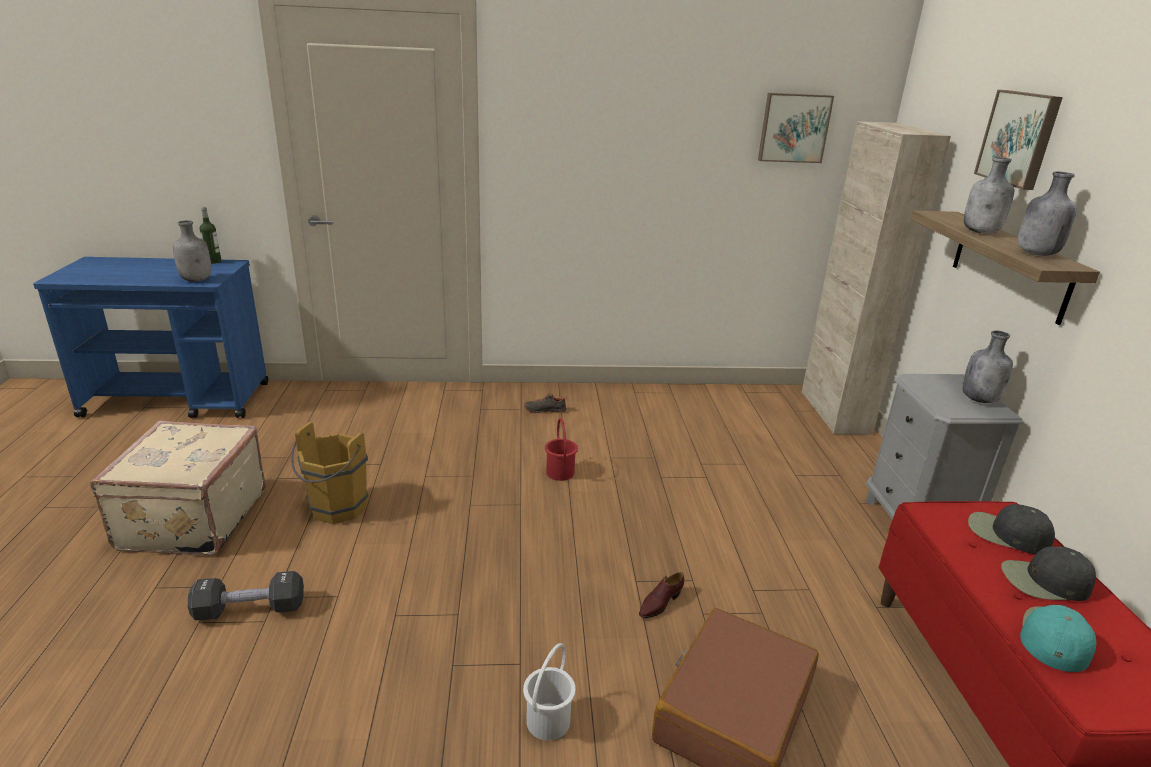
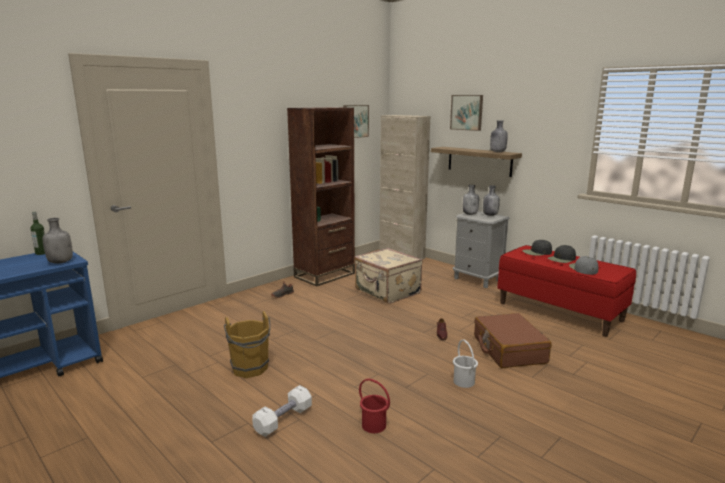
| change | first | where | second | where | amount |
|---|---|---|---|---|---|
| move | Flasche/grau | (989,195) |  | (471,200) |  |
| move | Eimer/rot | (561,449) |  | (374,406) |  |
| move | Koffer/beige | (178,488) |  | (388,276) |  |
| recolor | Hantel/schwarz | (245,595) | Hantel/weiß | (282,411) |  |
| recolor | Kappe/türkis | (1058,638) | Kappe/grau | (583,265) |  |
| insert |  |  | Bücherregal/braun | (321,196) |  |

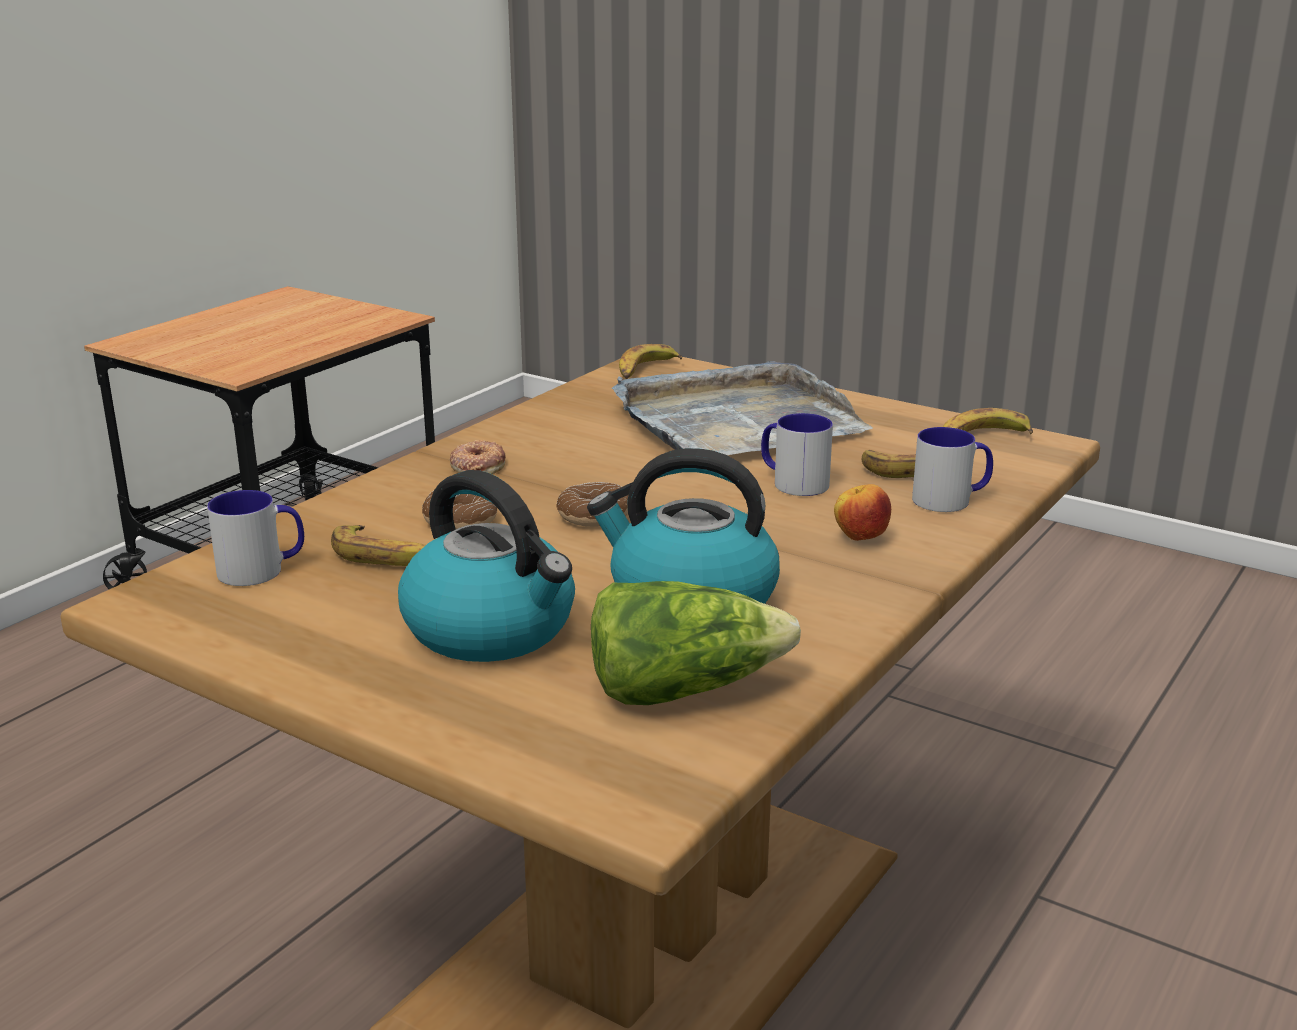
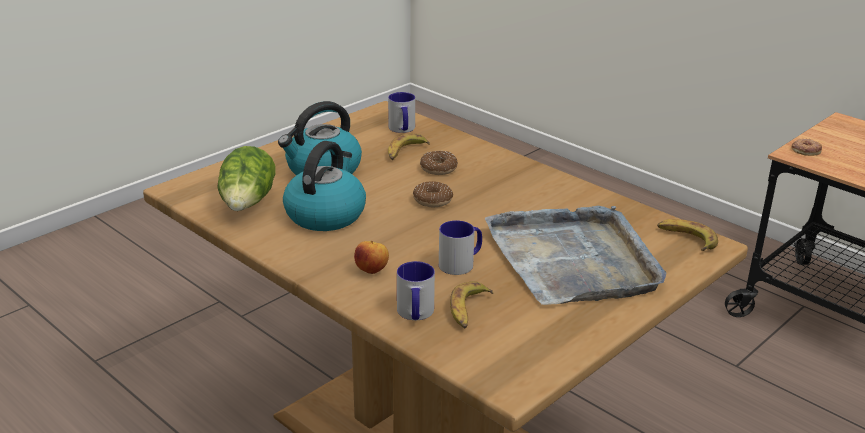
| change | first | where | second | where | amount |
|---|---|---|---|---|---|
| delete | Banane | (988,421) |  |  |  |
| move | Donut | (477,457) |  | (806,147) |  |

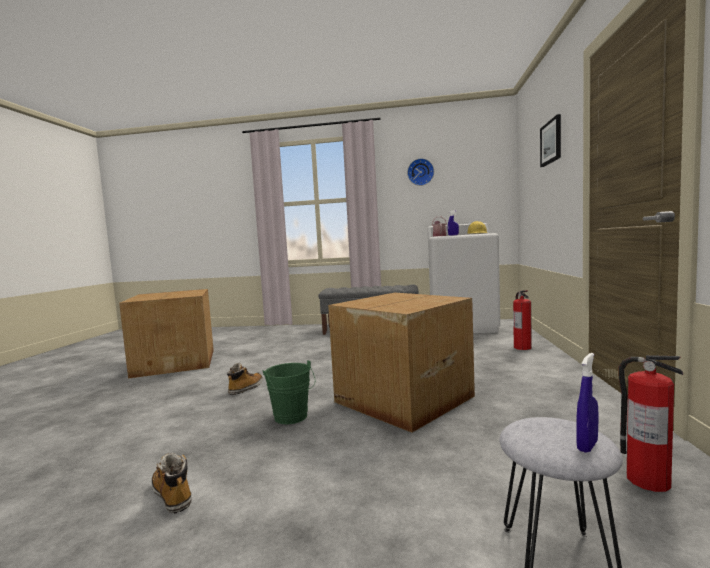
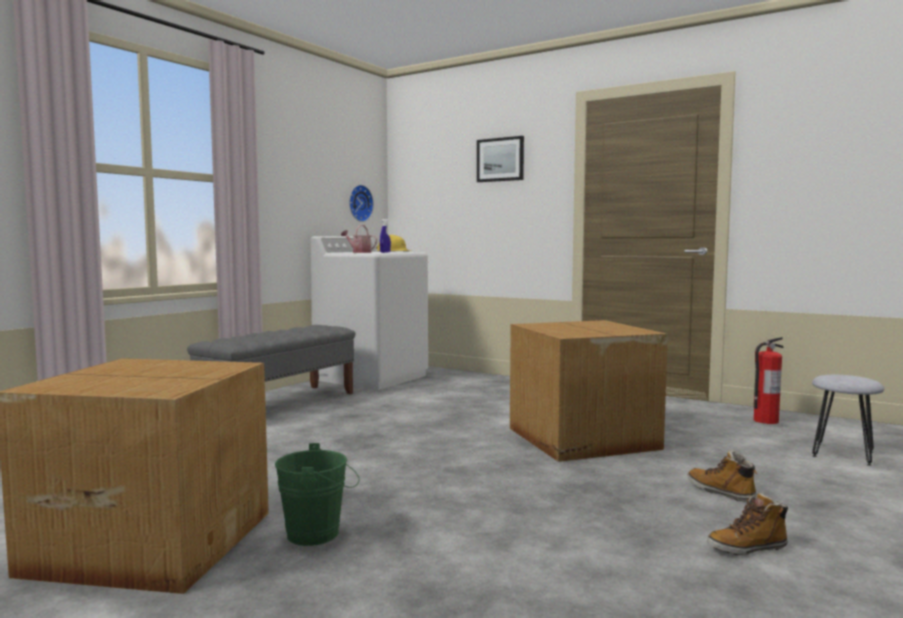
| change | first | where | second | where | amount |
|---|---|---|---|---|---|
| move | Wanduhr | (420,172) |  | (361,203) |  |
| delete | Feuerlöscher | (522,320) |  |  |  |
| delete | Sprühflasche/blau | (587,403) |  |  |  |
| move | Eimer/grün | (289,392) |  | (317,494) |  |
| move | Stiefel | (245,379) |  | (722,476) |  |

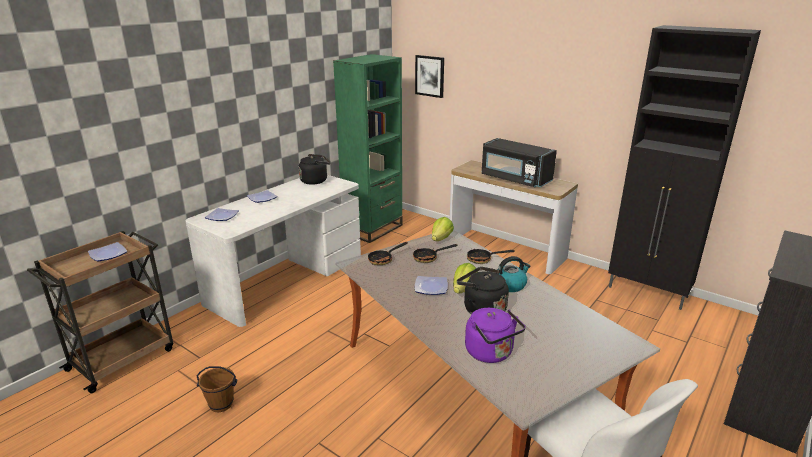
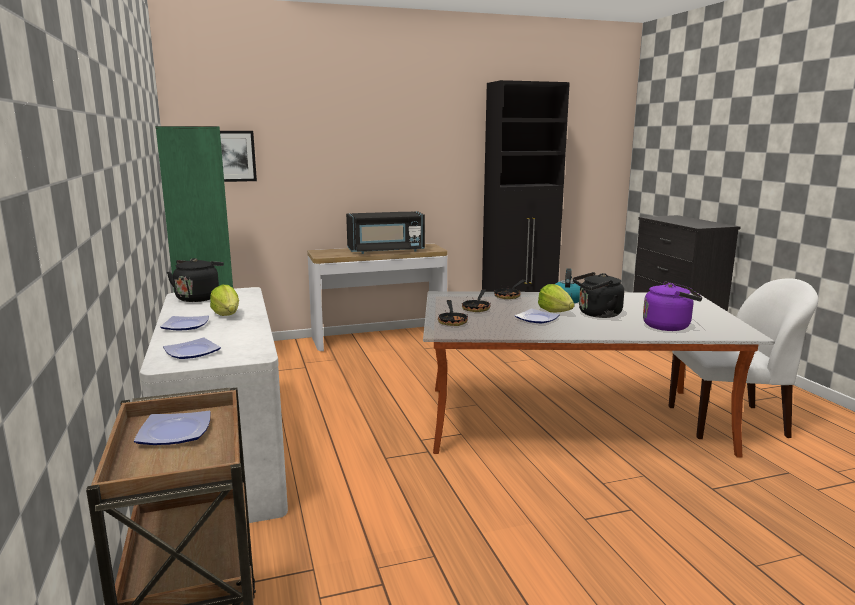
| change | first | where | second | where | amount |
|---|---|---|---|---|---|
| move | Salatkopf | (443,229) |  | (224,300) |  |
| delete | Eimer/braun | (217,389) |  |  |  |

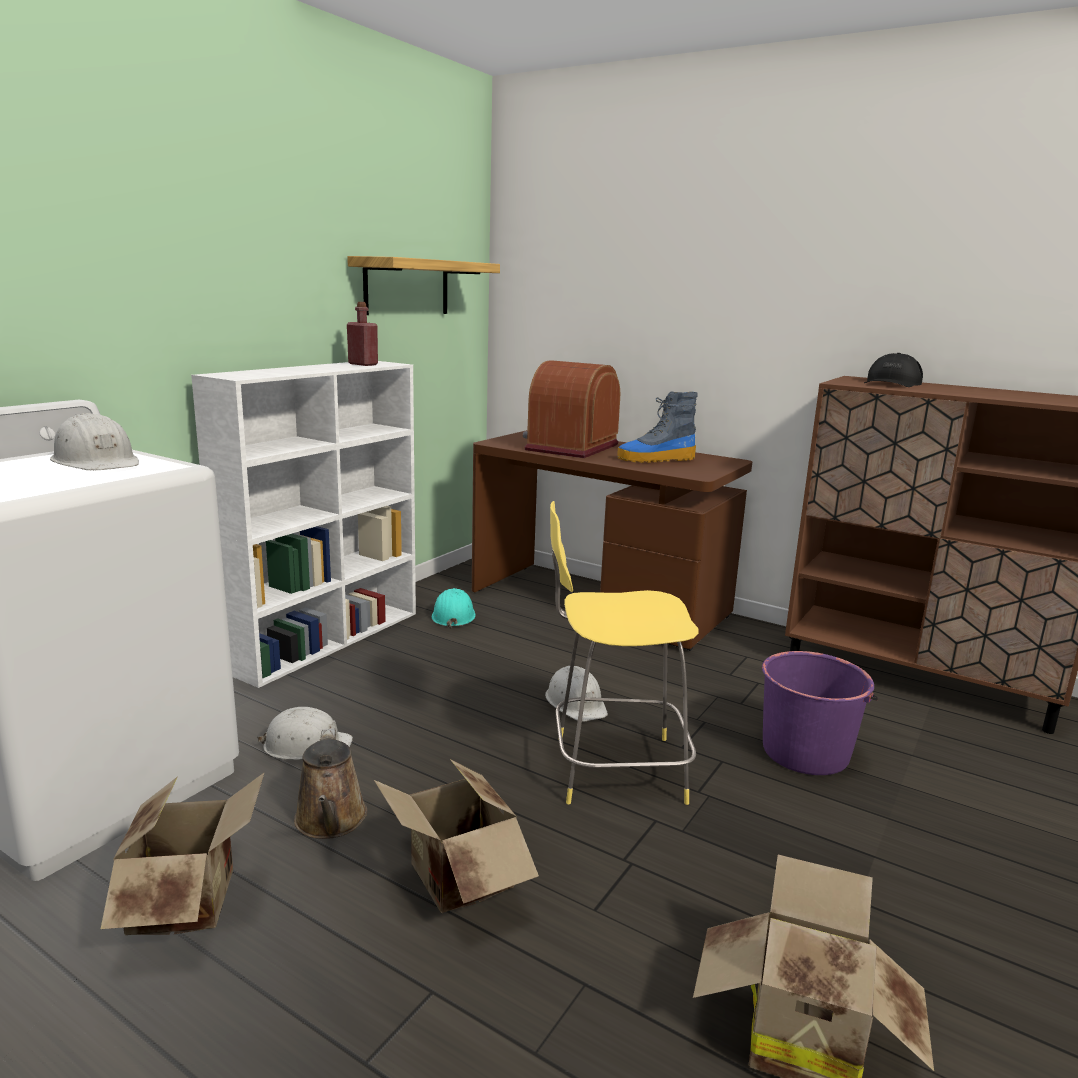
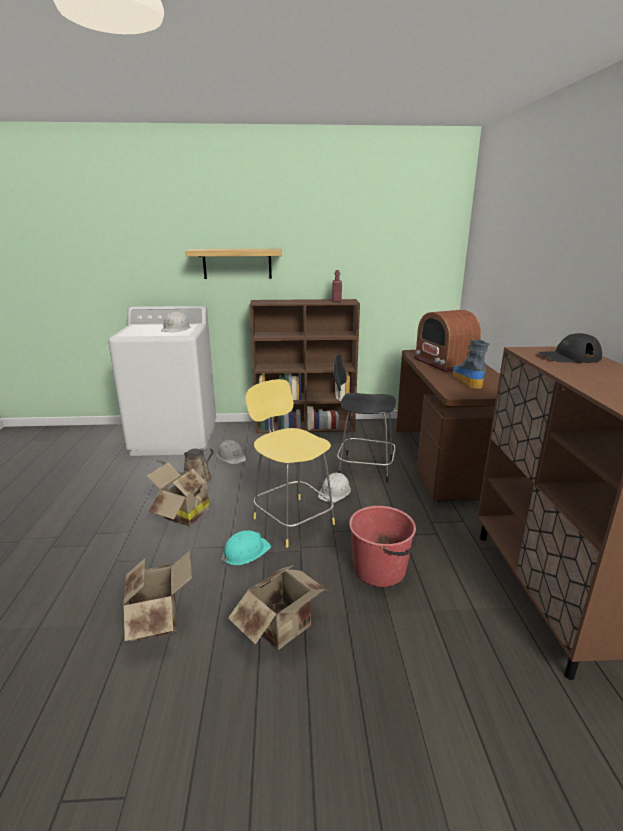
| change | first | where | second | where | amount |
|---|---|---|---|---|---|
| move | Wandregal | (423,285) |  | (233,264) |  |
| rotate | Radio | (571,409) |  | (447,341) | 105 degrees counterclockwise |
| recolor | Bücherregal/weiß | (303,524) | Bücherregal/braun | (304,366) |  |
| rotate | Stiefel | (657,427) |  | (471,364) | 45 degrees clockwise |
| move | Schutzhelm/türkis | (453,608) |  | (246,547) |  |
| recolor | Eimer/lila | (820,713) | Eimer/rot | (382,546) |  |
| move | Karton | (183,853) |  | (278,607) |  |
| insert |  |  | Hocker/schwarz | (364,418) |  |

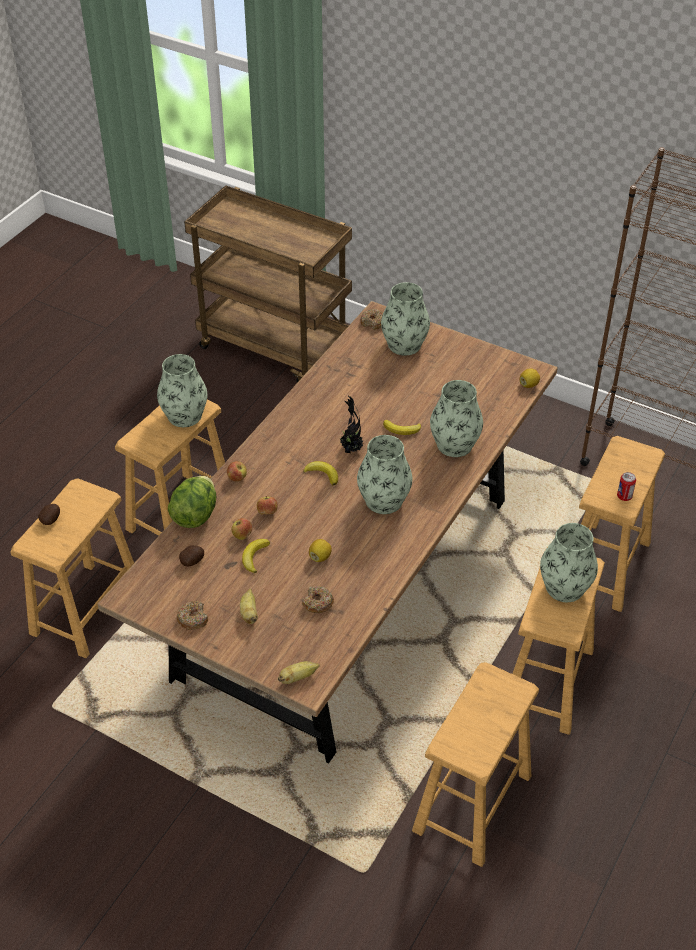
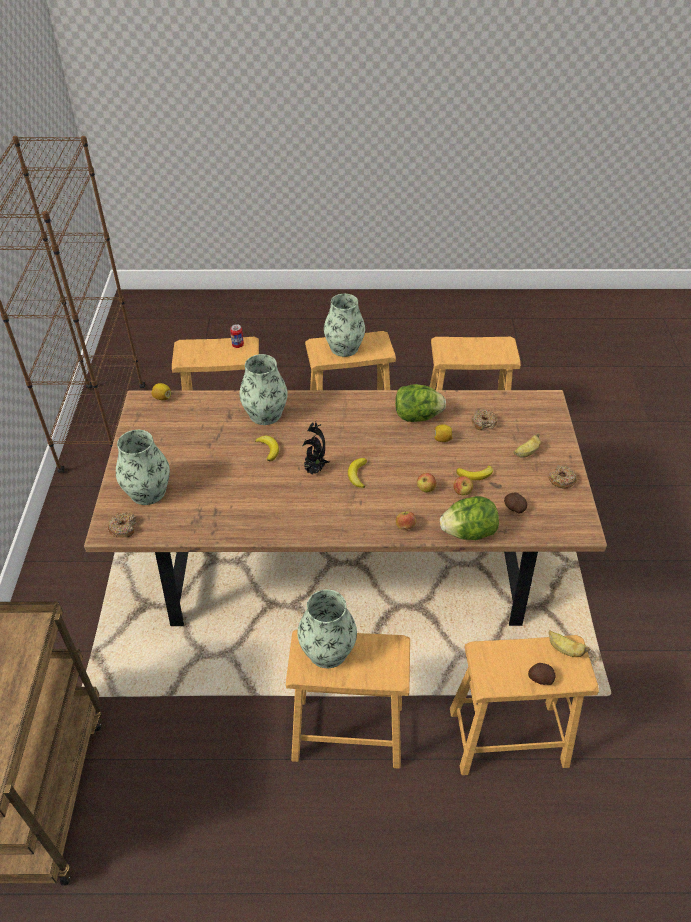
| change | first | where | second | where | amount |
|---|---|---|---|---|---|
| delete | Vase | (385,474) |  |  |  |
| move | Banane | (299,672) |  | (569,643) |  |
| insert |  |  | Salatkopf | (420,403) |  |

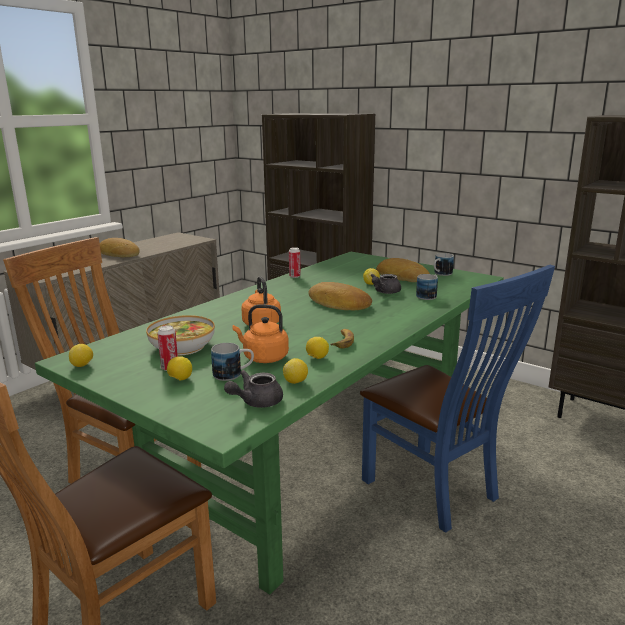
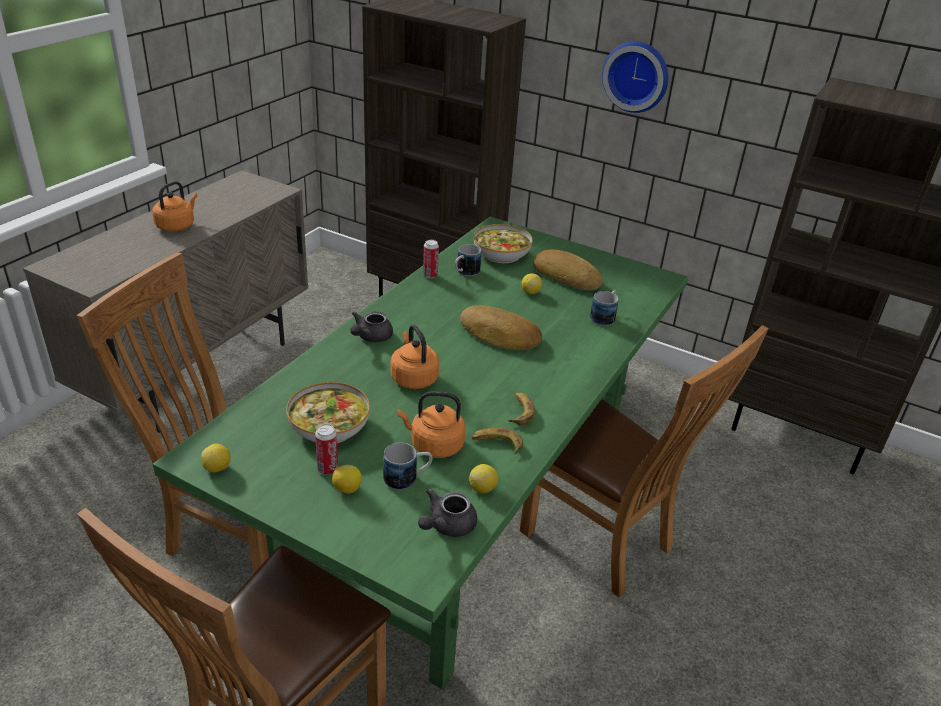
| change | first | where | second | where | amount |
|---|---|---|---|---|---|
| replace | Brot | (120,247) | Wasserkessel/orange | (174,206) |  |
| move | Henkelbecher | (444,264) |  | (468,260) |  |
| recolor | Stuhl/blau | (457,399) | Stuhl/braun | (644,461) |  |
| move | Teekanne/grau | (385,284) |  | (371,327) |  |
| replace | Zitrone | (317,348) | Banane | (497,441) |  |
| insert |  |  | Wanduhr | (635,77) |  |
| insert |  |  | Schüssel | (503,243) |  |

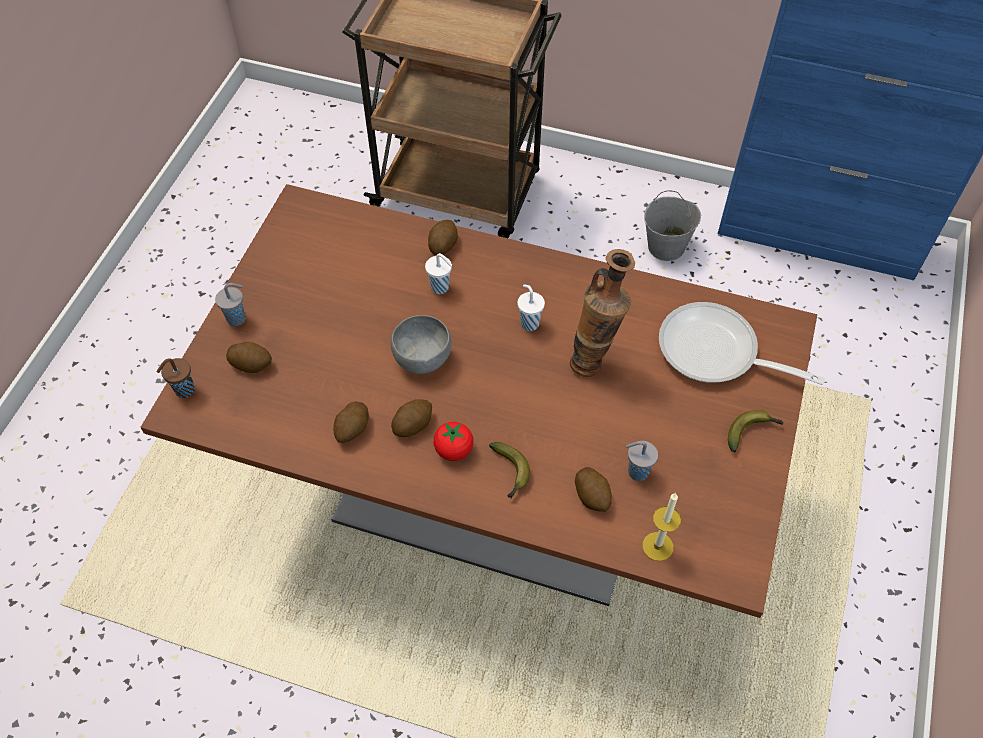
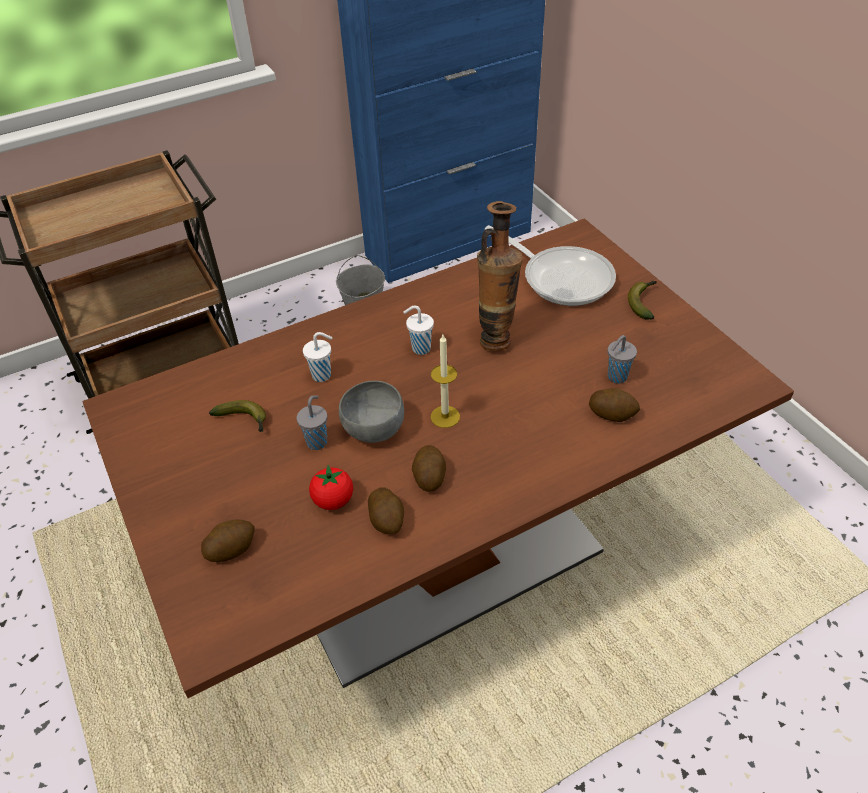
| change | first | where | second | where | amount |
|---|---|---|---|---|---|
| delete | Kartoffel | (443,237) |  |  |  |
| move | Tasse/grau | (230,304) |  | (312,422) |  |
| rotate | Pfanne | (742,343) |  | (550,265) | 120 degrees counterclockwise |
| delete | Tasse/braun | (175,378) |  |  |  |
| move | Tomate | (453,441) |  | (331,487) |  |
| move | Banane | (509,470) |  | (237,416) |  |
| move | Kerze | (661,527) |  | (445,381) |  |

